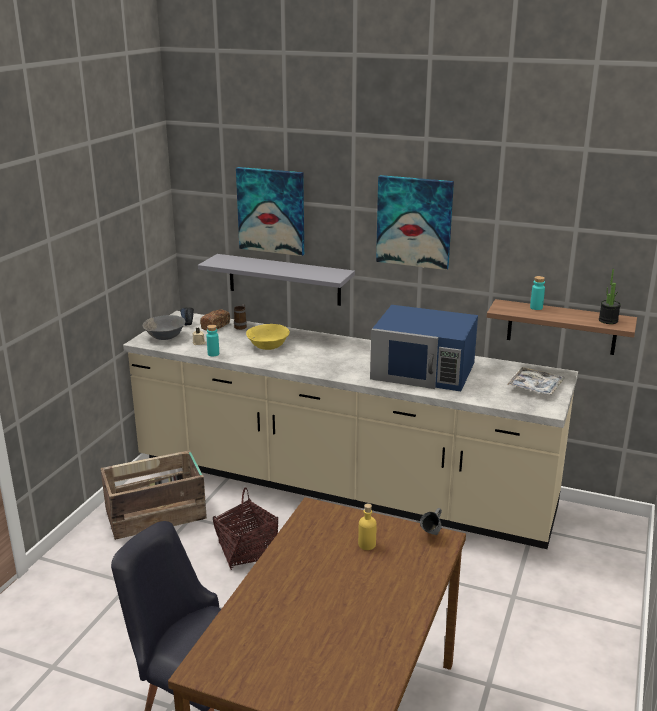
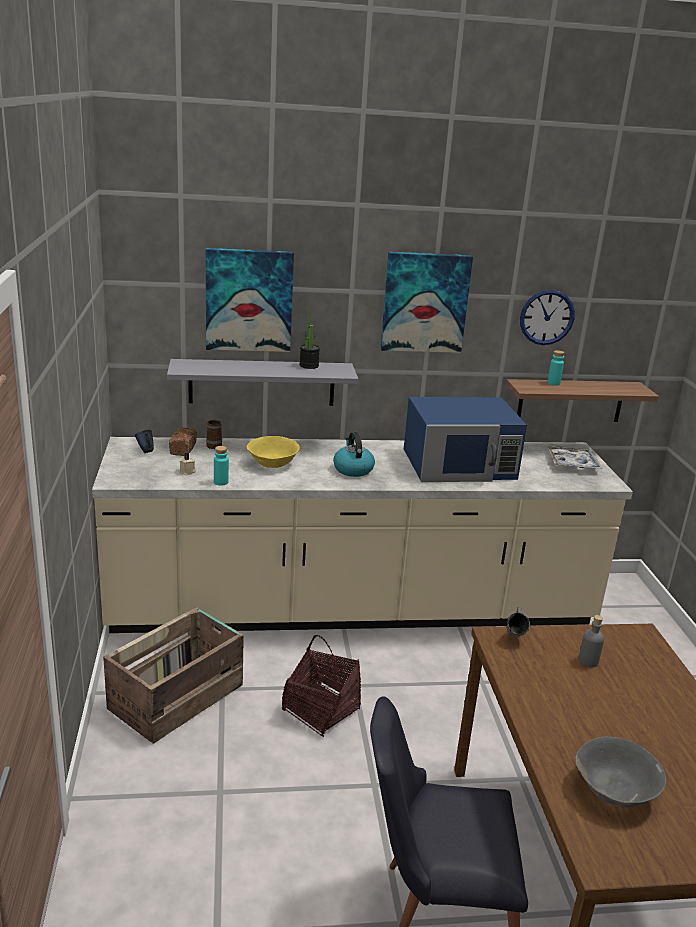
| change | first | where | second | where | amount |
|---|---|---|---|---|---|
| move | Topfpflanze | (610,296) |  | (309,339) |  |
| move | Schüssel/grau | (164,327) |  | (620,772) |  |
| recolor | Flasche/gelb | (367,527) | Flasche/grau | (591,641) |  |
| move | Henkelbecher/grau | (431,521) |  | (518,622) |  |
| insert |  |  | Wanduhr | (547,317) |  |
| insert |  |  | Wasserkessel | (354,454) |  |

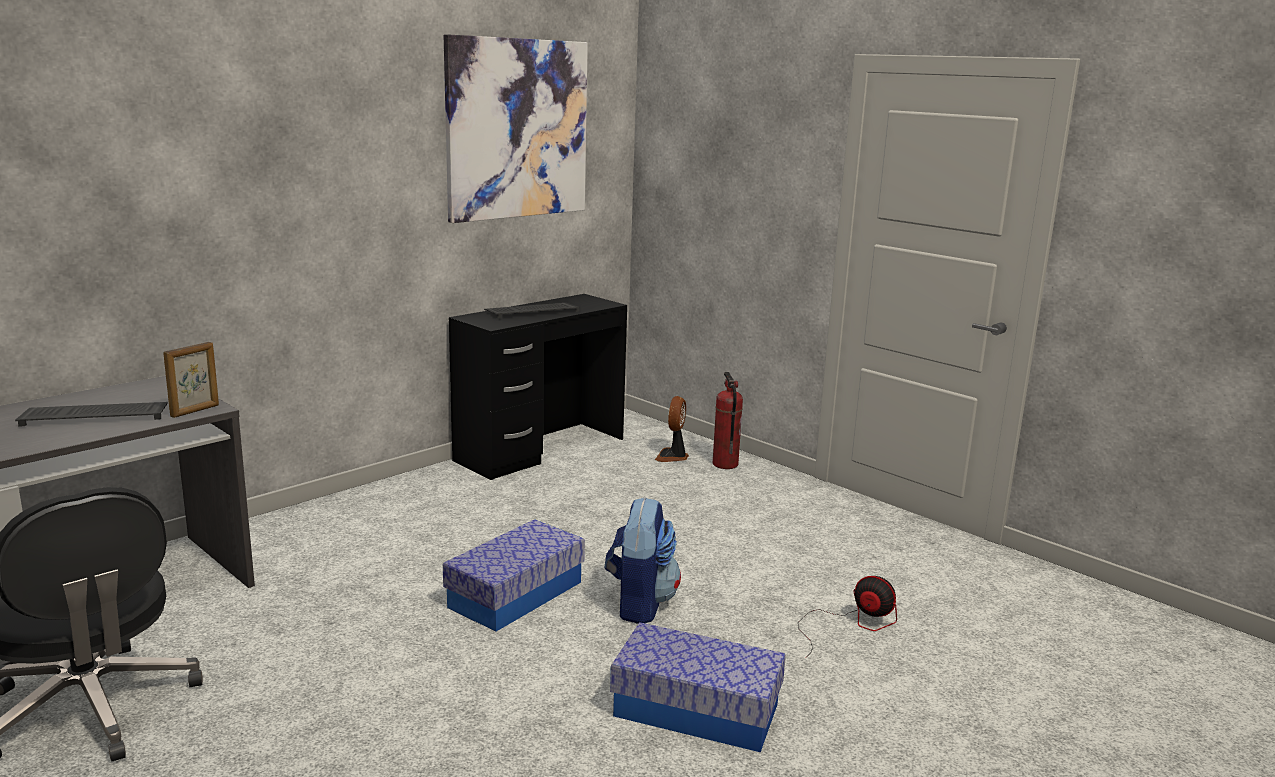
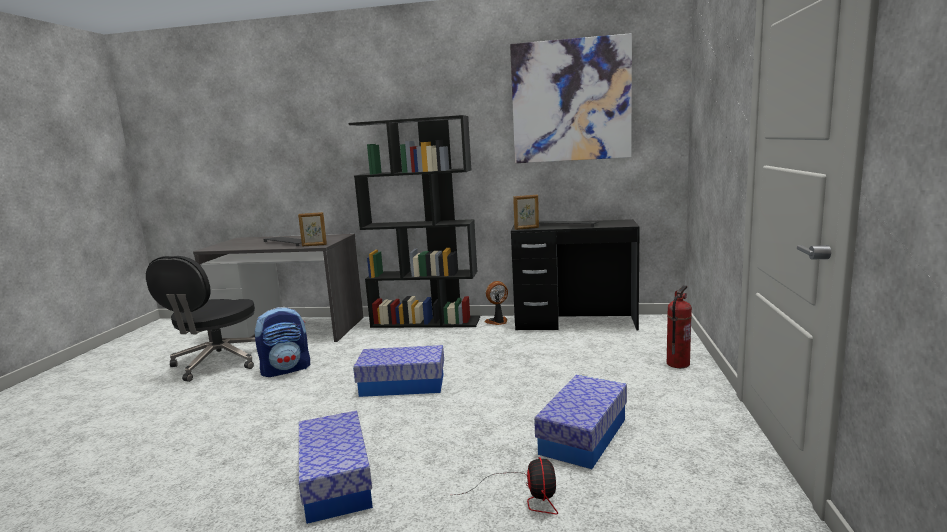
| change | first | where | second | where | amount |
|---|---|---|---|---|---|
| move | Ventilator | (672,429) |  | (496,303) |  |
| move | Rucksack | (643,560) |  | (282,342) |  |
| insert |  |  | Bücherregal/schwarz | (414,221) |  |
| insert |  |  | Bilderrahmen | (526,212) |  |
| insert |  |  | Aufbewahrungsbox | (580,422) |  |

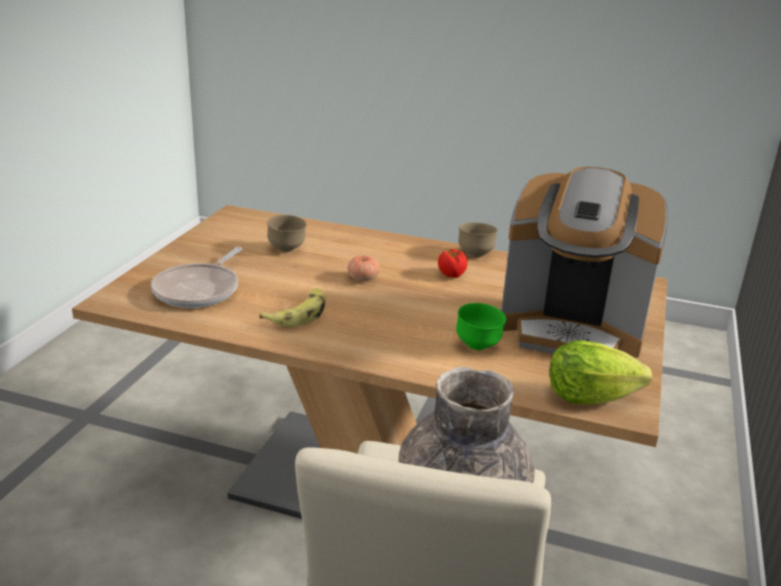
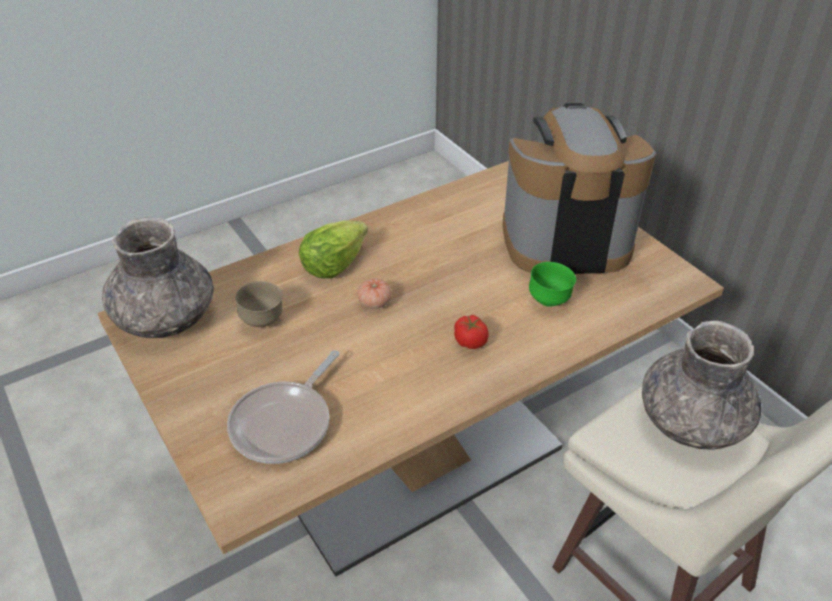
| change | first | where | second | where | amount |
|---|---|---|---|---|---|
| rotate | Kaffeemaschine | (584,262) |  | (579,188) | 150 degrees counterclockwise |
| delete | Schüssel/braun | (478,240) |  |  |  |
| rotate | Pfanne | (196,277) |  | (283,407) | 60 degrees clockwise |
| move | Tomate | (452,263) |  | (471,332) |  |
| delete | Banane | (292,307) |  |  |  |
| move | Salatkopf | (601,372) |  | (333,249) |  |
| insert |  |  | Vase/grau | (158,277) |  |

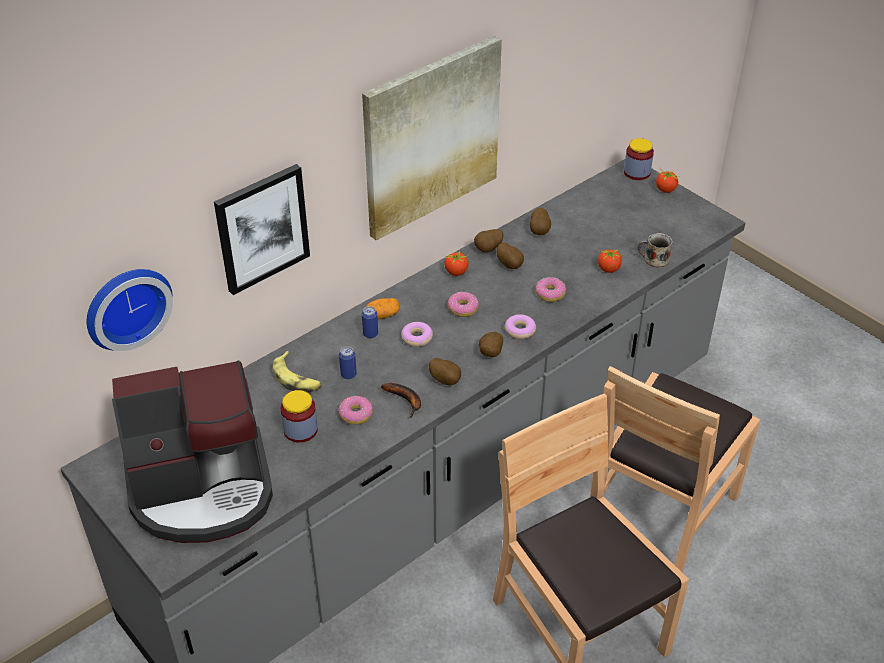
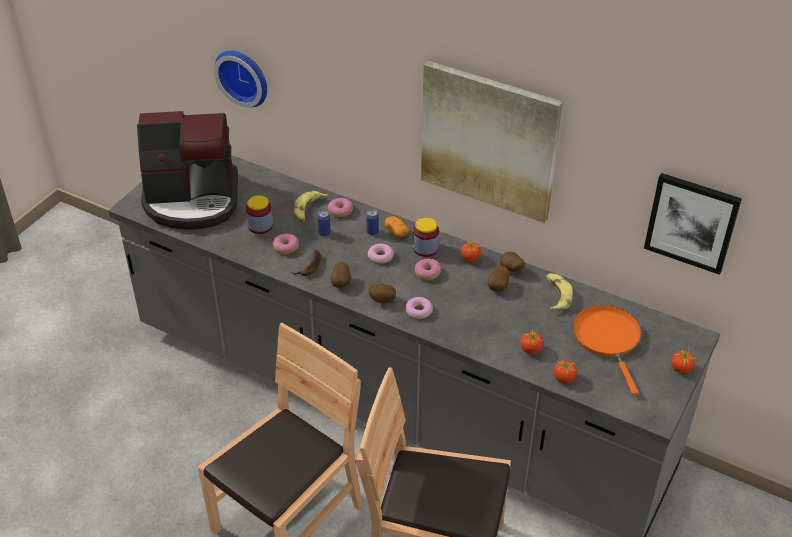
| change | first | where | second | where | amount |
|---|---|---|---|---|---|
| move | Vorratsglas | (639,159) |  | (426,237) |  |
| move | Bild | (262,229) |  | (693,224) |  |
| replace | Kartoffel | (540,221) | Banane | (559,292) |  |
| replace | Henkelbecher | (655,250) | Tomate | (565,372) |  |
| move | Donut | (550,289) |  | (340,207) |  |
| rotate | Kaffeemaschine | (192,451) |  | (187,170) | 60 degrees counterclockwise |
| insert |  |  | Pfanne/orange | (607,350) |  |

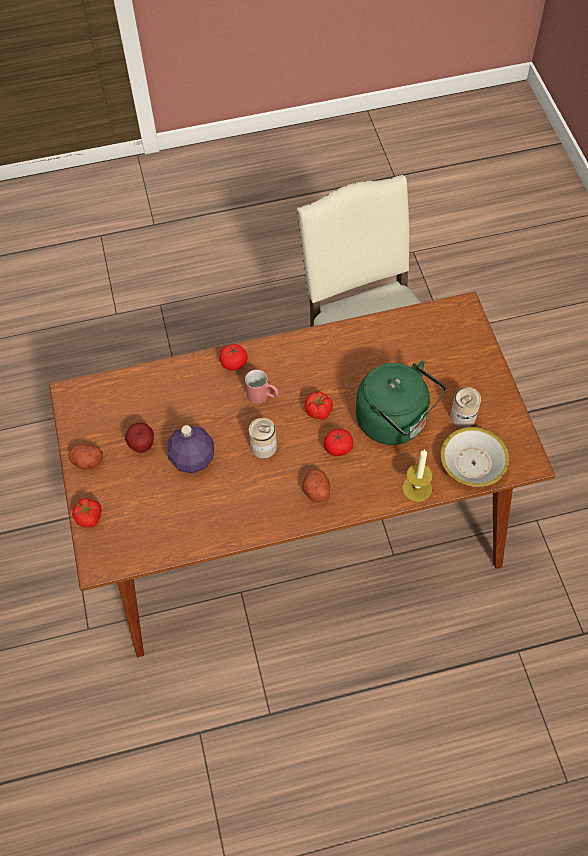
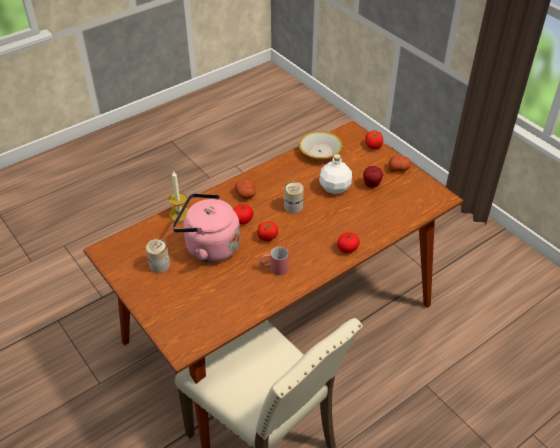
| change | first | where | second | where | amount |
|---|---|---|---|---|---|
| recolor | Wasserkessel/grün | (401,403) | Wasserkessel/rosa | (206,228) |  |
| move | Henkelbecher/rot | (262,386) |  | (275,261) |  |
| recolor | Flasche/lila | (190,449) | Flasche/weiß | (335,174) |  |
| move | Schüssel | (474,457) |  | (320,145) |  |

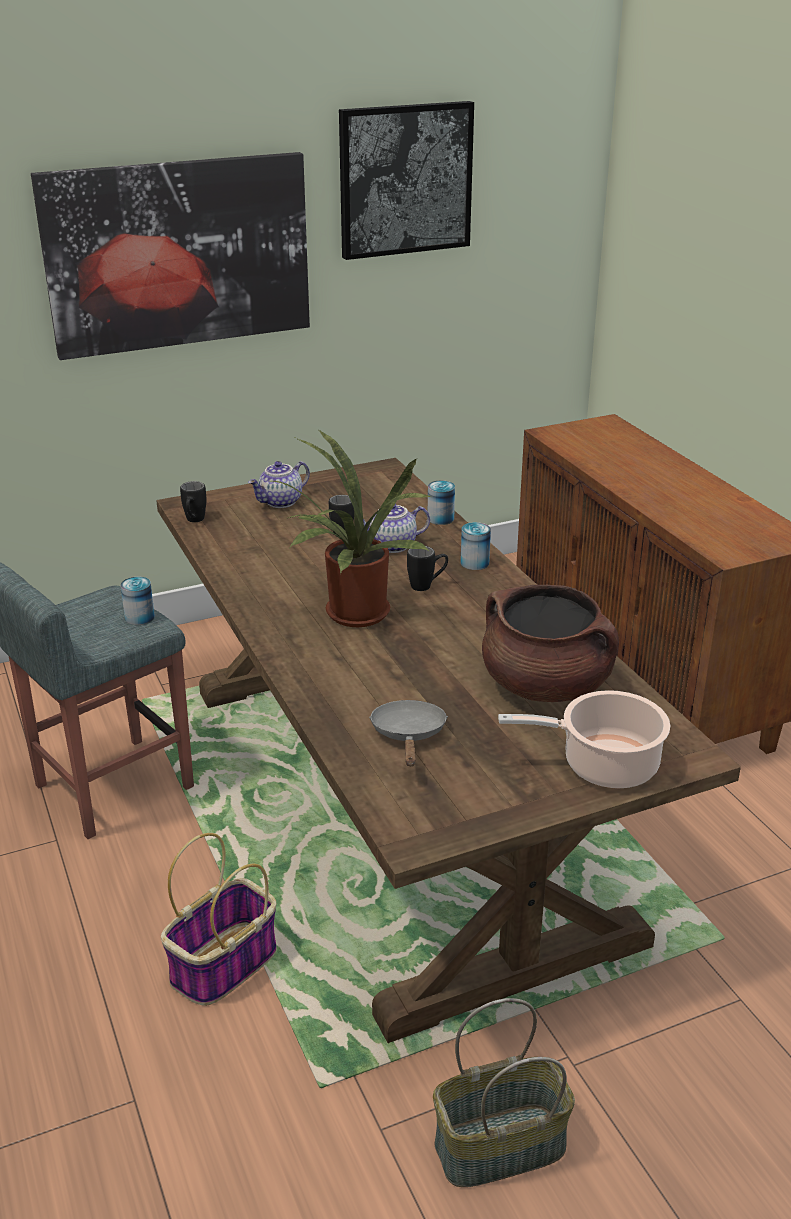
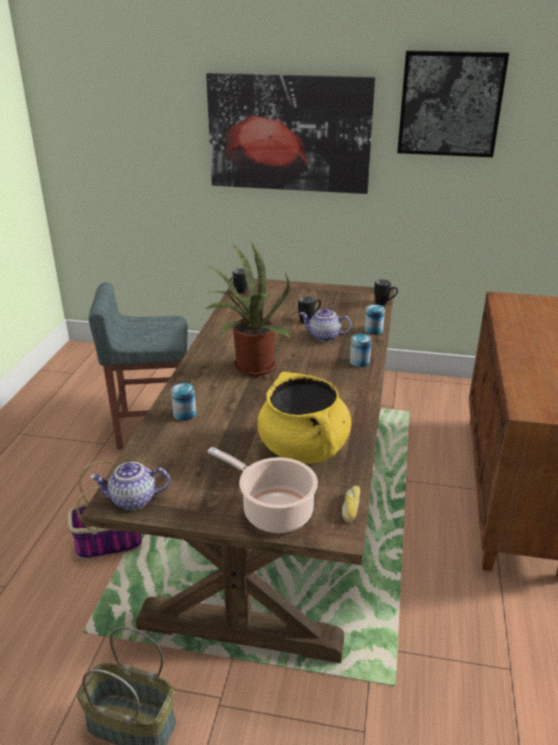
| change | first | where | second | where | amount |
|---|---|---|---|---|---|
| move | Teekanne | (279,484) |  | (130,486) |  |
| move | Henkelbecher/schwarz | (427,568) |  | (386,292) |  |
| move | Dose | (138,601) |  | (183,402) |  |
| recolor | Kochtopf/braun | (550,643) | Kochtopf/gelb | (304,418) |  |
| delete | Pfanne/grau | (408,733) |  |  |  |
| insert |  |  | Brot | (351,504) |  |

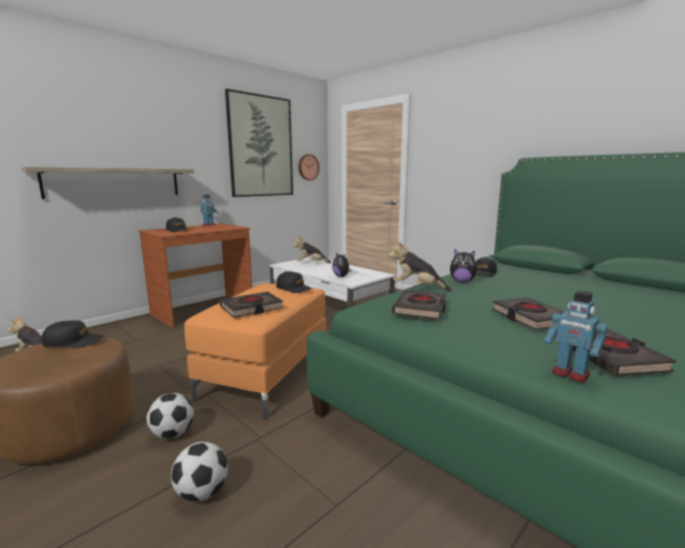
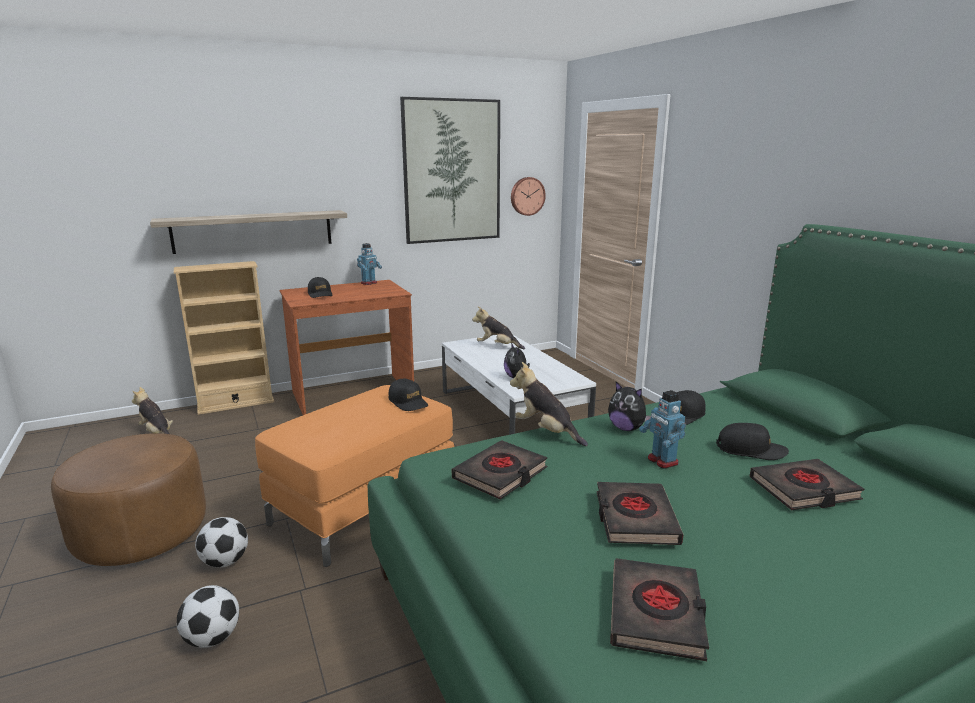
| change | first | where | second | where | amount |
|---|---|---|---|---|---|
| move | Spielzeugroboter | (576,336) |  | (662,429) |  |
| move | Buch/schwarz | (251,305) |  | (806,484) |  |
| move | Kappe/schwarz | (73,334) |  | (752,441) |  |
| insert |  |  | Bücherregal/beige | (224,338) |  |

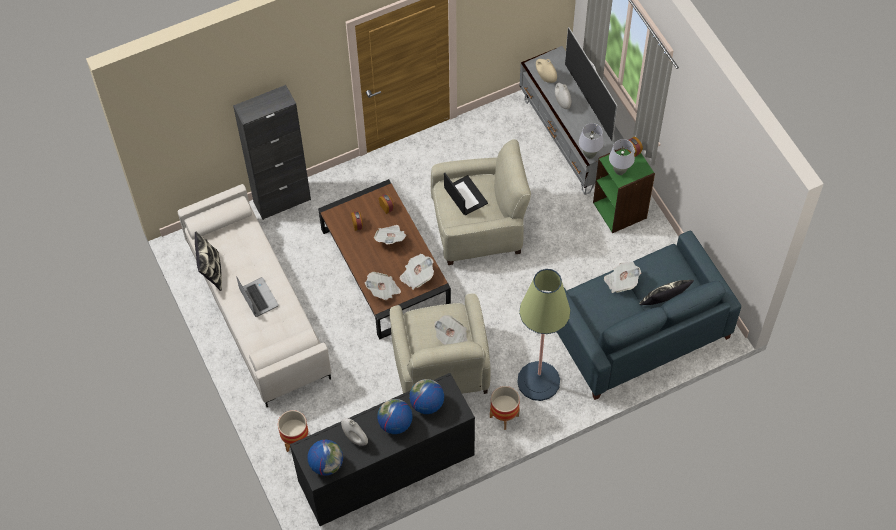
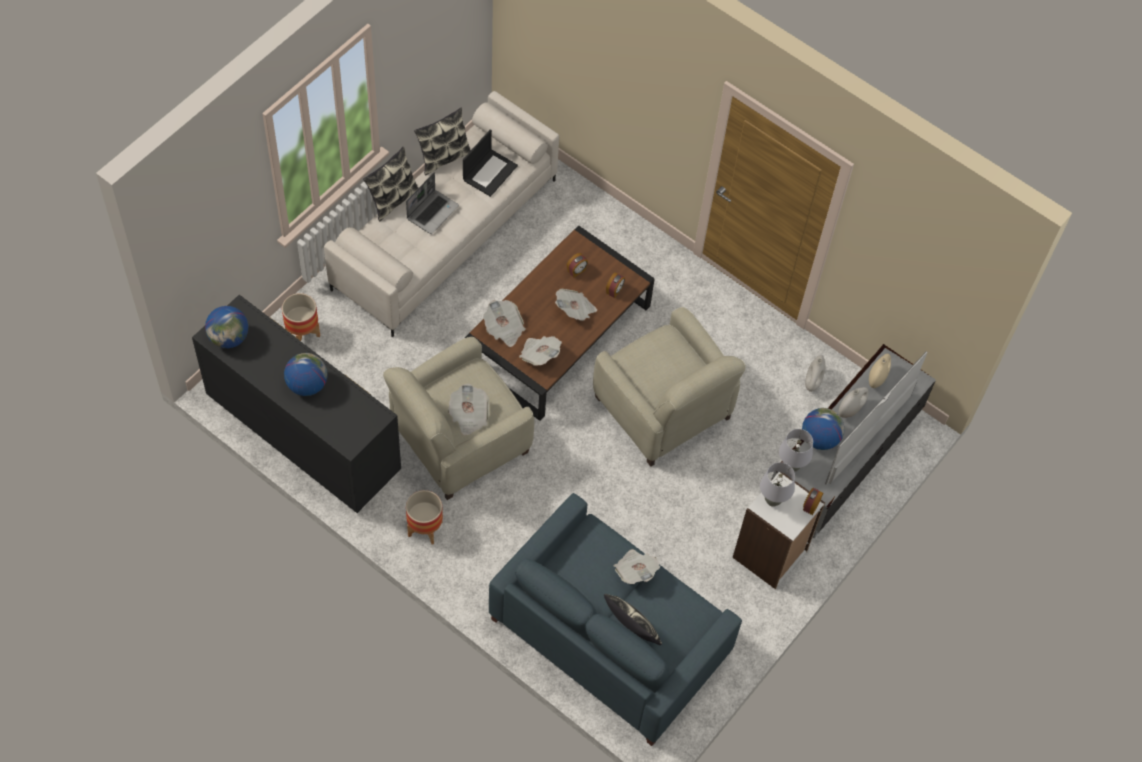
| change | first | where | second | where | amount |
|---|---|---|---|---|---|
| delete | Schrank/schwarz | (272,152) |  |  |  |
| recolor | Bücherregal/grün | (624,190) | Bücherregal/weiß | (779,530) |  |
| move | Laptop | (466,194) |  | (490,163) |  |
| delete | Stehlampe | (543,335) |  |  |  |
| move | Globus | (426,396) |  | (823,429) |  |
| move | Vase/weiß | (354,432) |  | (815,373) |  |
| insert |  |  | Kissen | (391,184) |  |

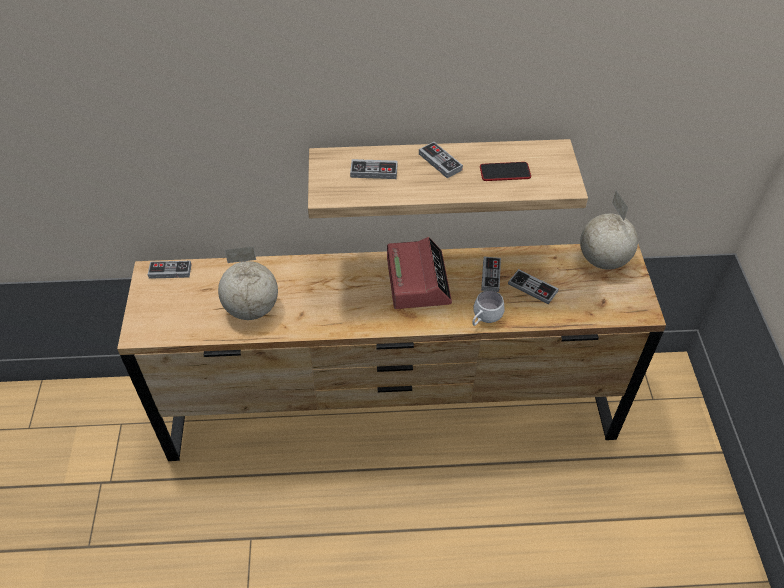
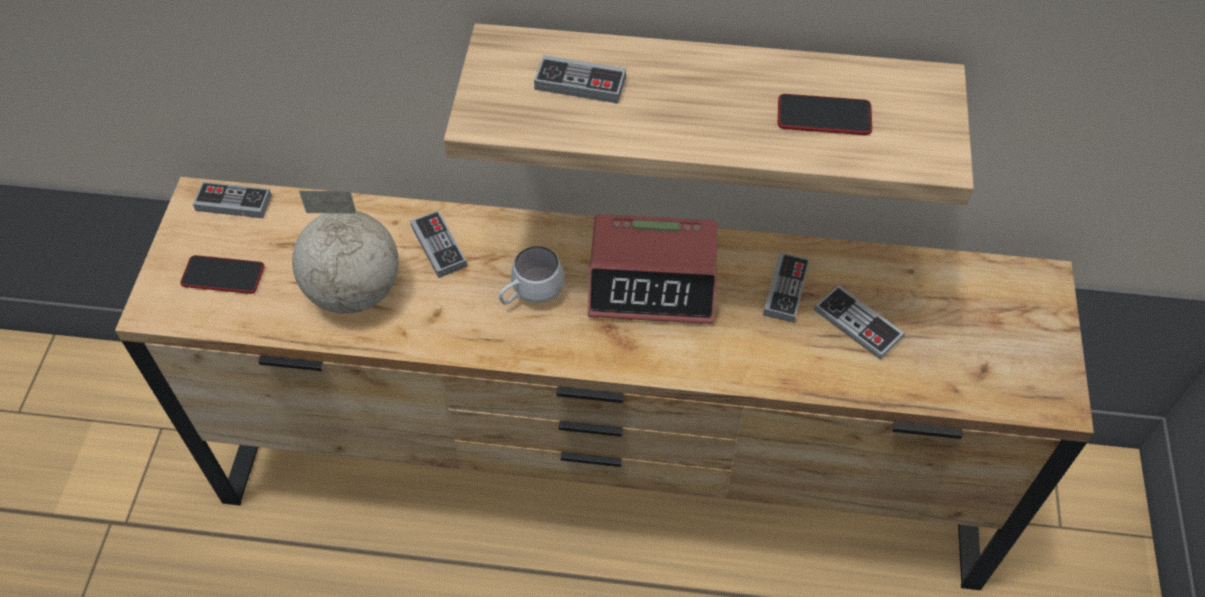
| change | first | where | second | where | amount |
|---|---|---|---|---|---|
| move | Gamepad | (441,160) |  | (438,244) |  |
| delete | Globus | (609,230) |  |  |  |
| rotate | Wecker | (419,273) |  | (652,269) | 90 degrees clockwise |
| move | Henkelbecher/weiß | (488,308) |  | (532,275) |  |
| insert |  |  | Handy | (222,274) |  |

